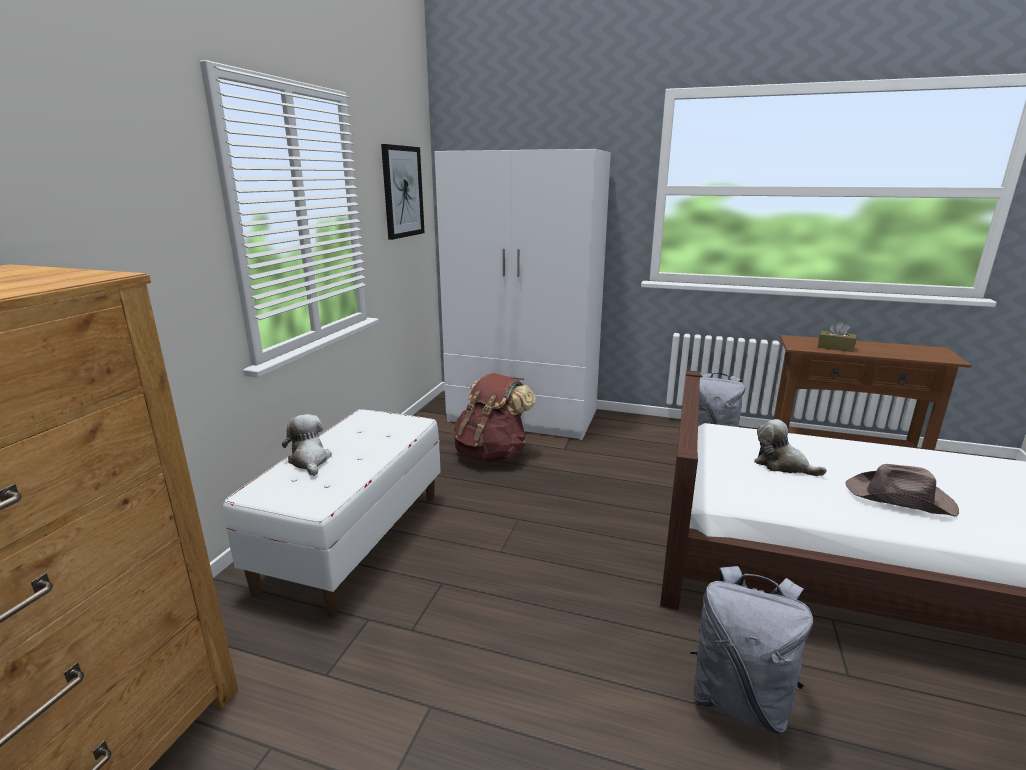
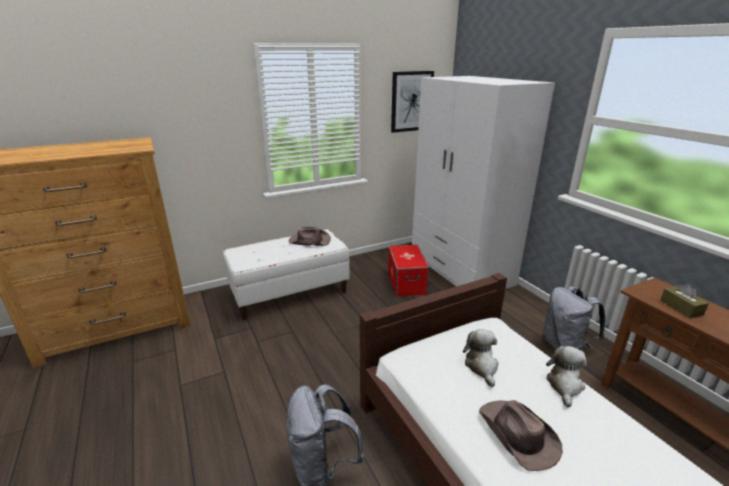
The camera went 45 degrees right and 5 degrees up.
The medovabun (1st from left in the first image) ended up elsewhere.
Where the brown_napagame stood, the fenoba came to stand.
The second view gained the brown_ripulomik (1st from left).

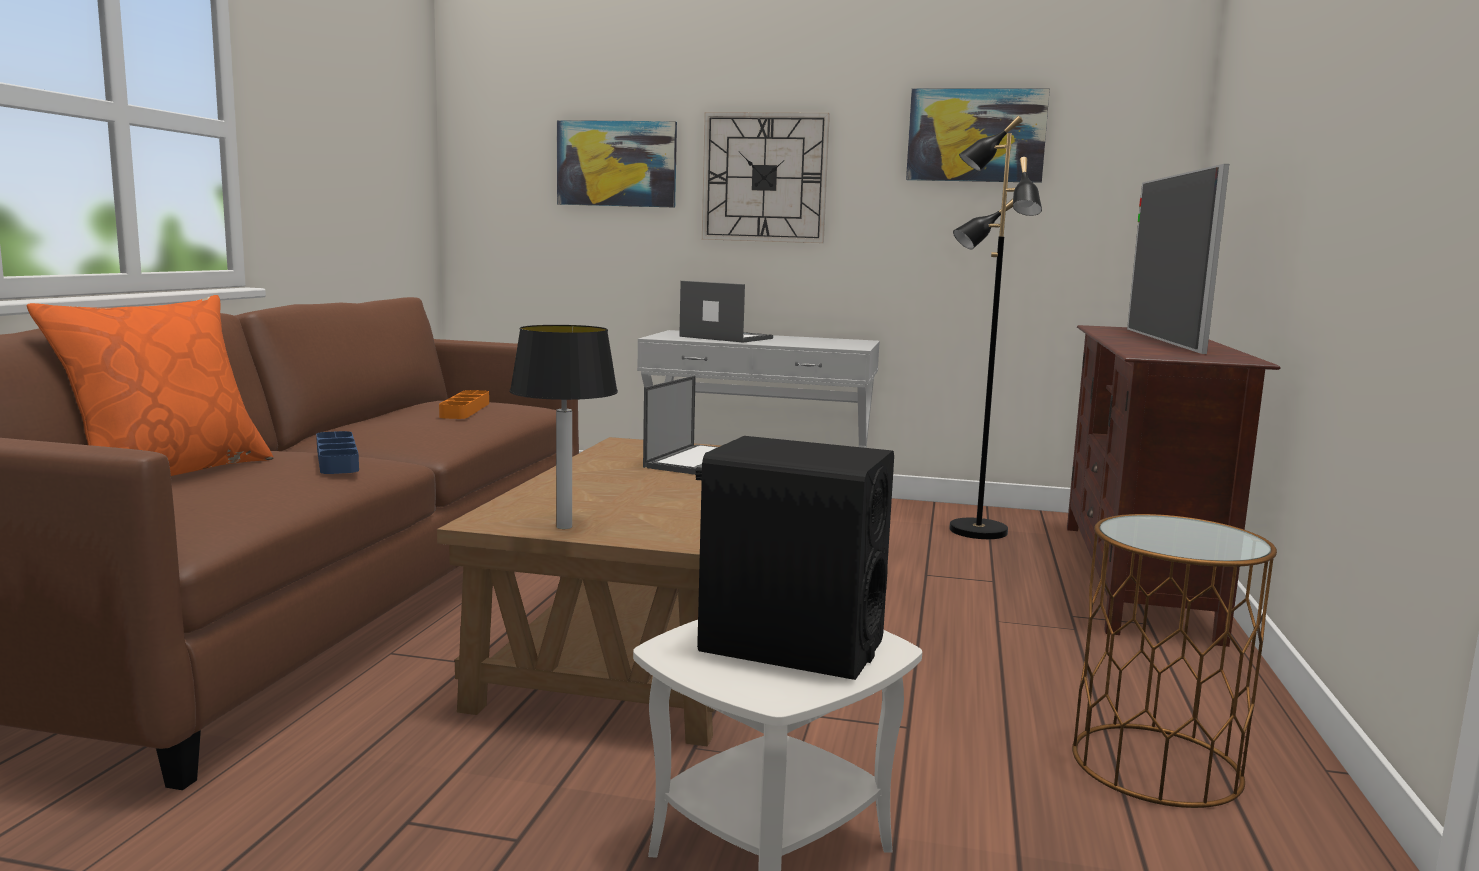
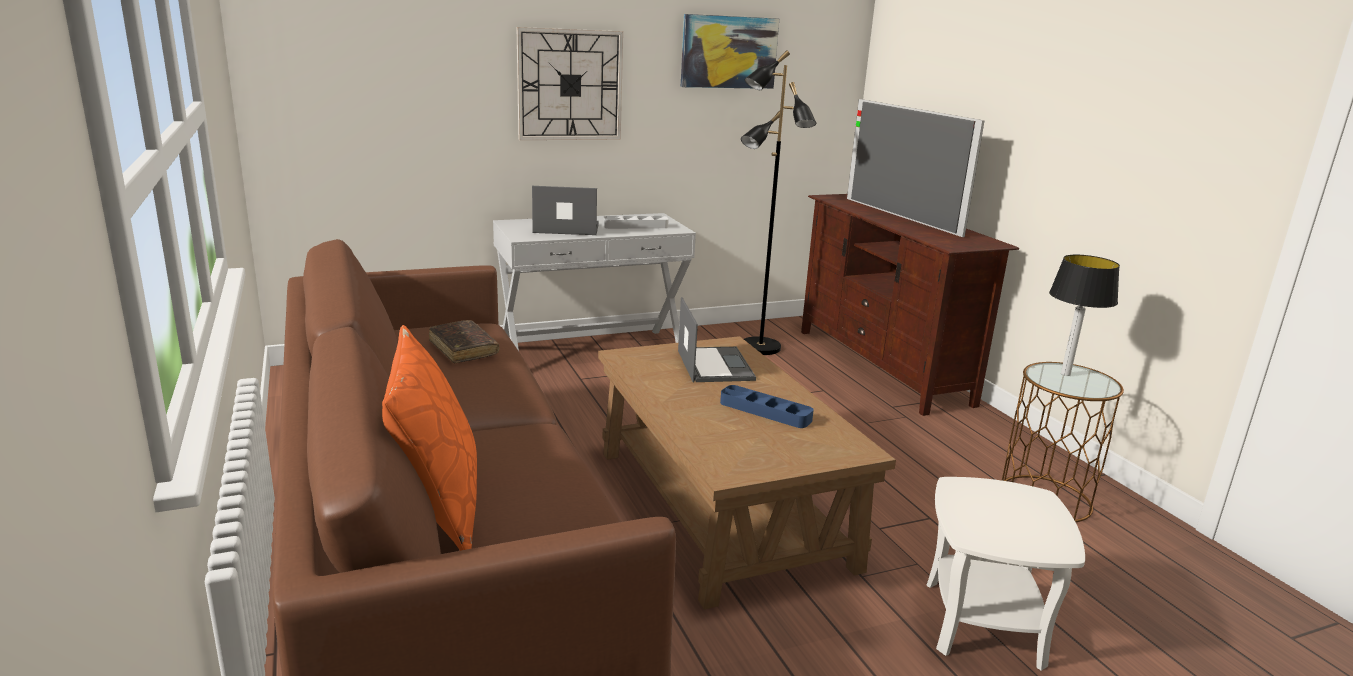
The camera went 35 degrees left and 10 degrees up.
The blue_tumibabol ended up elsewhere.
Where the orange_tumibabol stood, the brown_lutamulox came to stand.
The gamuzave ended up elsewhere.
The second view lost the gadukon (1st from left).
The second view lost the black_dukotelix.
The second view gained the grey_tumibabol.

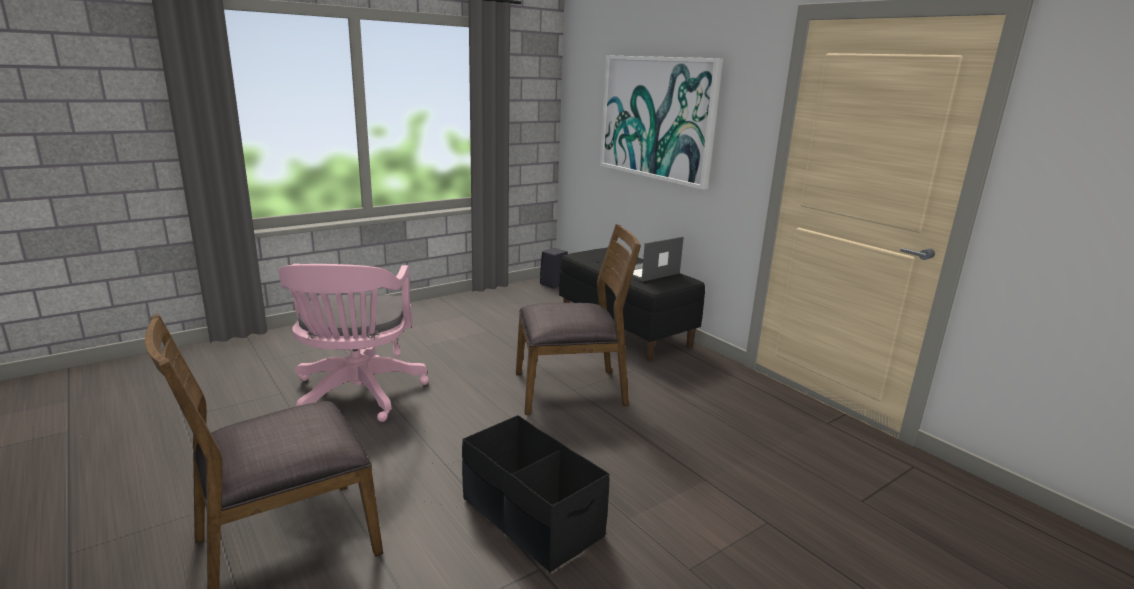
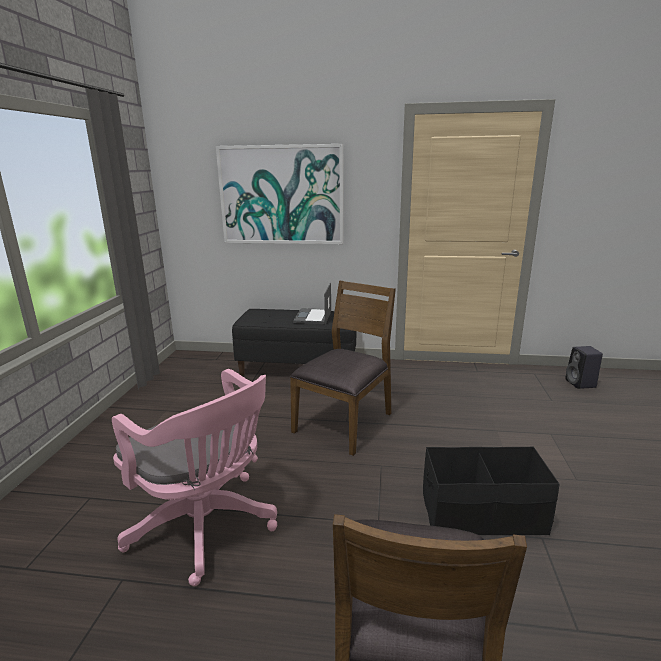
The camera went 45 degrees left and 0 degrees up.
The black_dukotelix ended up elsewhere.

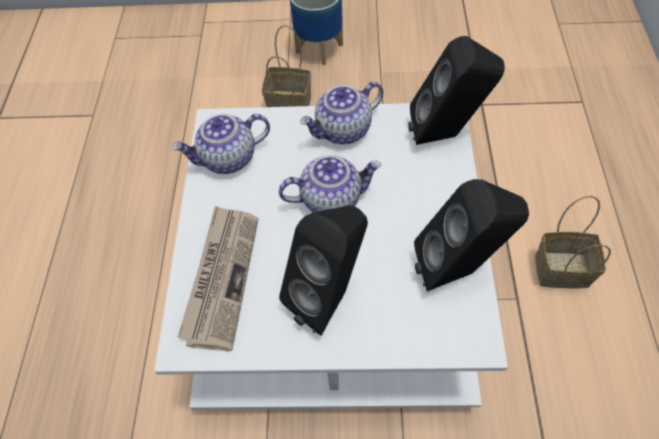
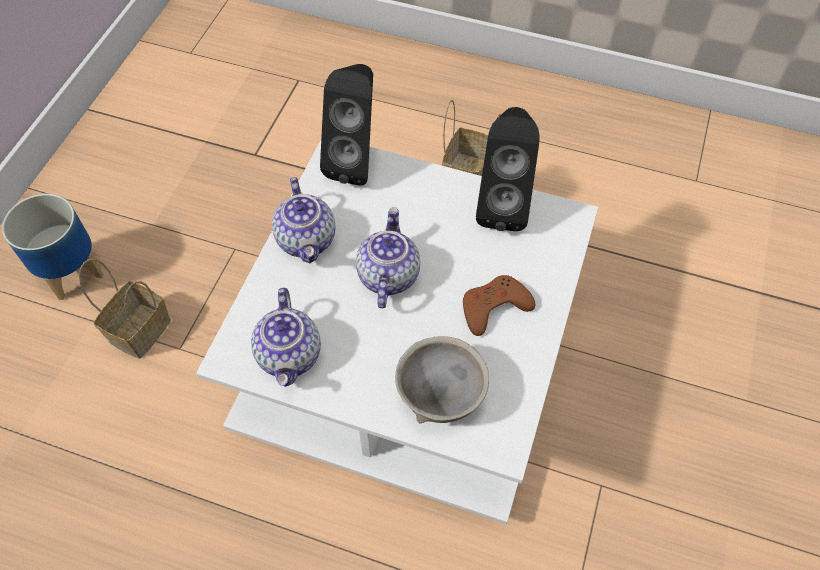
The camera went 75 degrees left and 0 degrees up.
Where the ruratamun stood, the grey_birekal came to stand.
Where the black_dukotelix (1st from left) stood, the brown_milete came to stand.

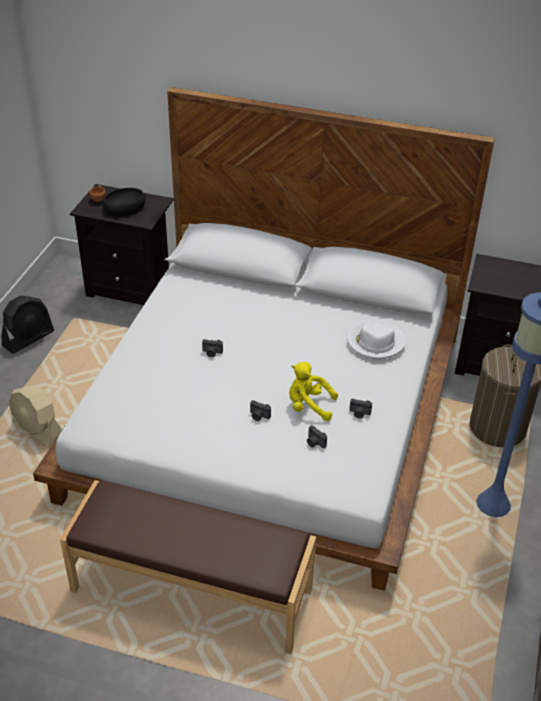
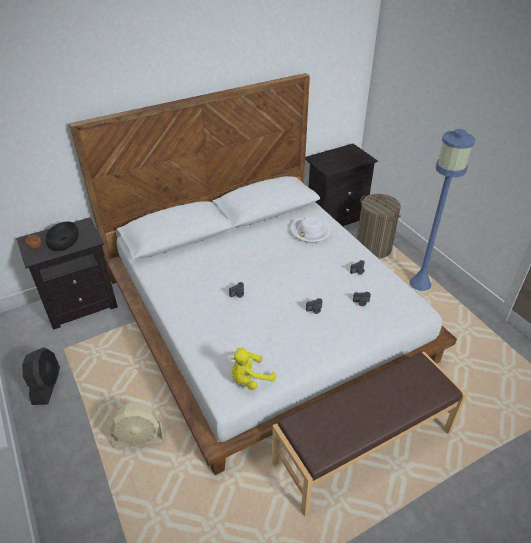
The camera went 45 degrees left and 0 degrees up.
The yellow_medovabun ended up elsewhere.

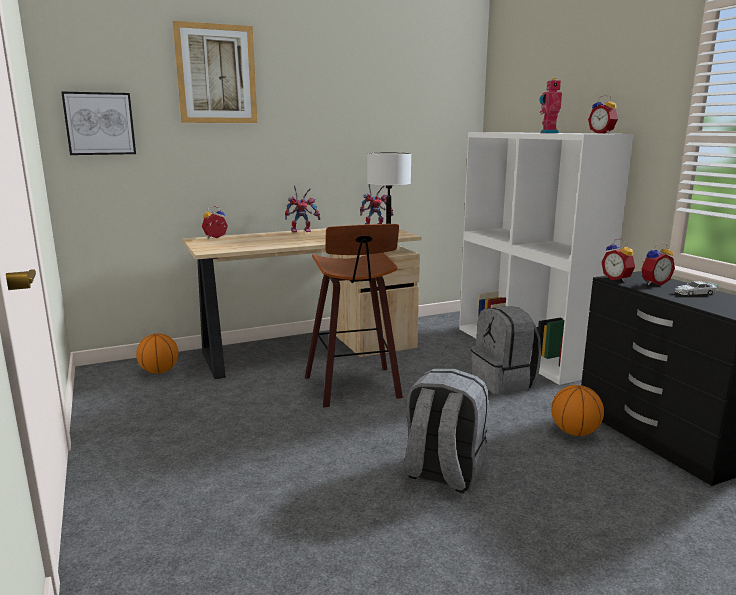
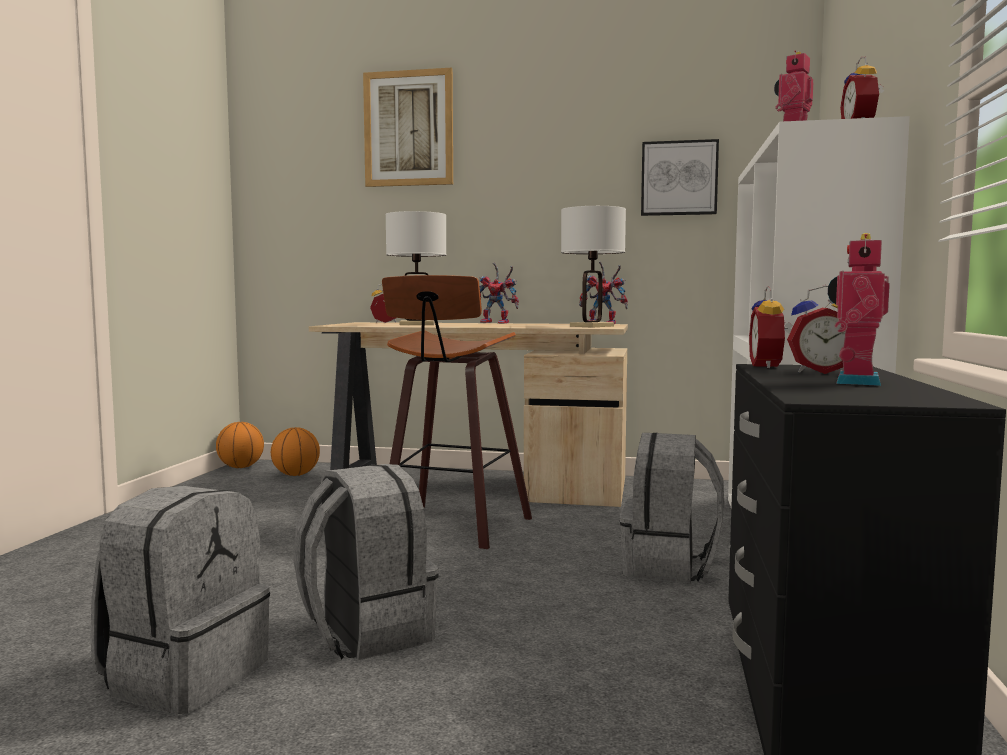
The camera went 35 degrees right and 10 degrees down.
The gadukon (1st from left in the first image) ended up elsewhere.
The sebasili (2nd from left in the first image) ended up elsewhere.
Where the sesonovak stood, the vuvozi (4th from left) came to stand.
The second view gained the grey_napagame (1st from left).
The second view gained the white_gamuzave (1st from left).

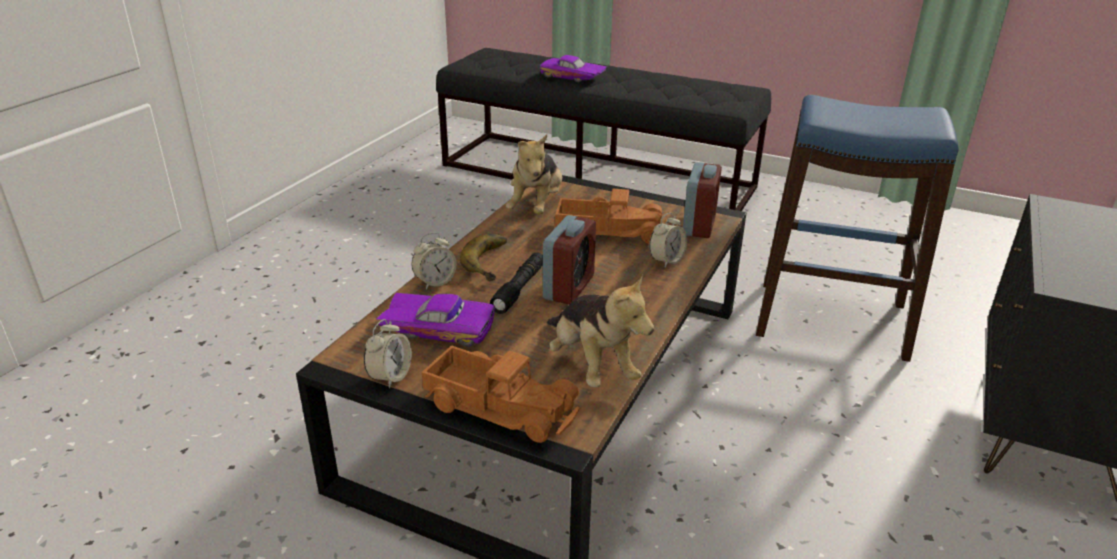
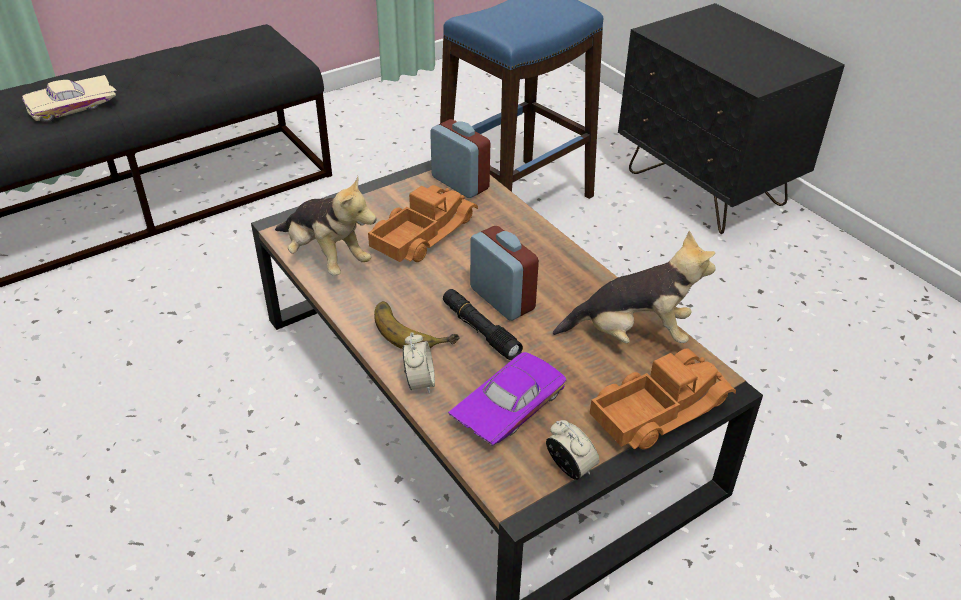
The camera went 60 degrees left and 10 degrees up.
What was the purple_sesonovak (2nd from left) turned into the beige_sesonovak.
The second view lost the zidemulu (4th from left).

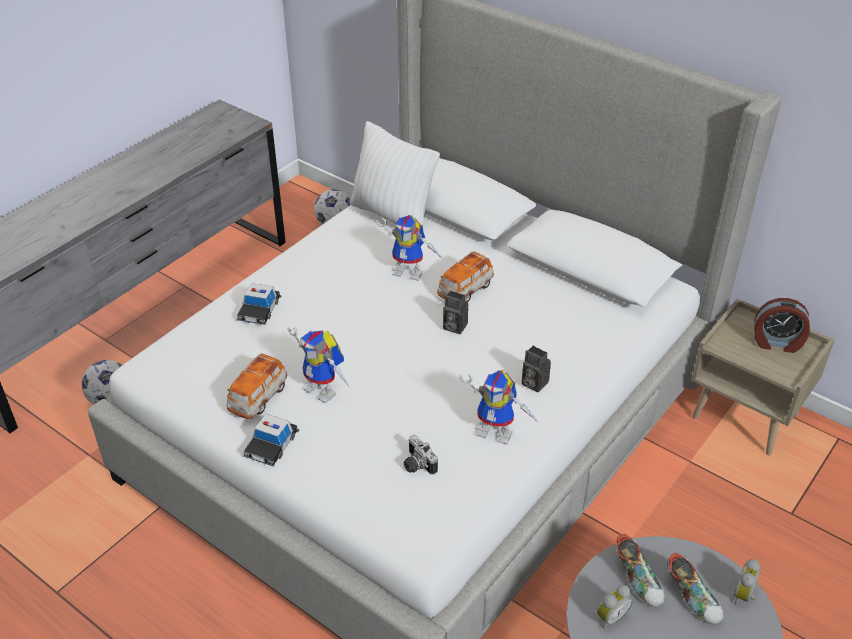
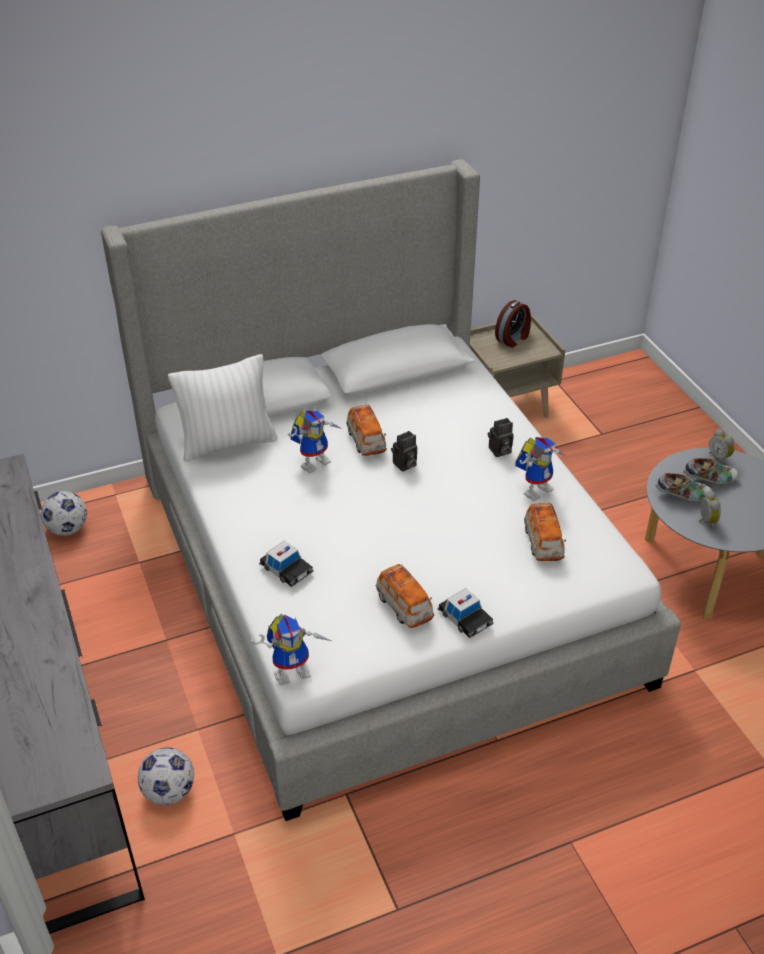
The camera went 60 degrees left and 0 degrees up.
The vuvozi (1st from left) ended up elsewhere.
Where the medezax (1st from left) stood, the sesonovak (5th from left) came to stand.

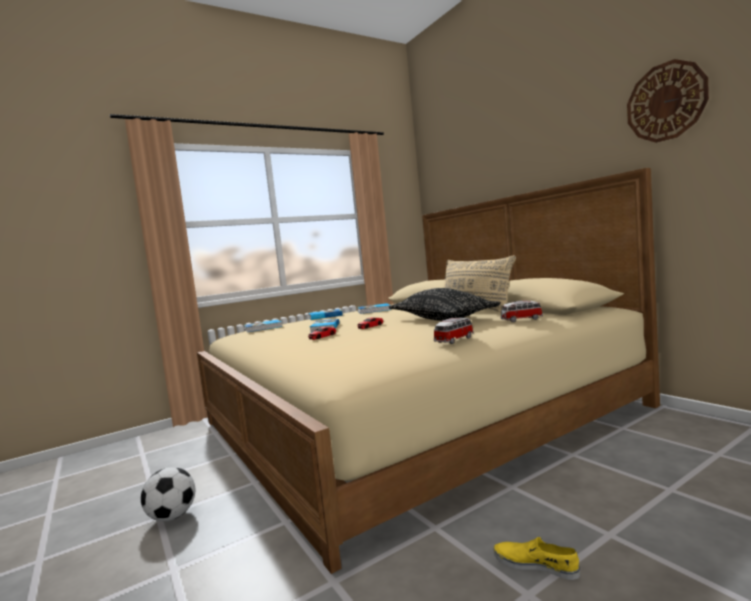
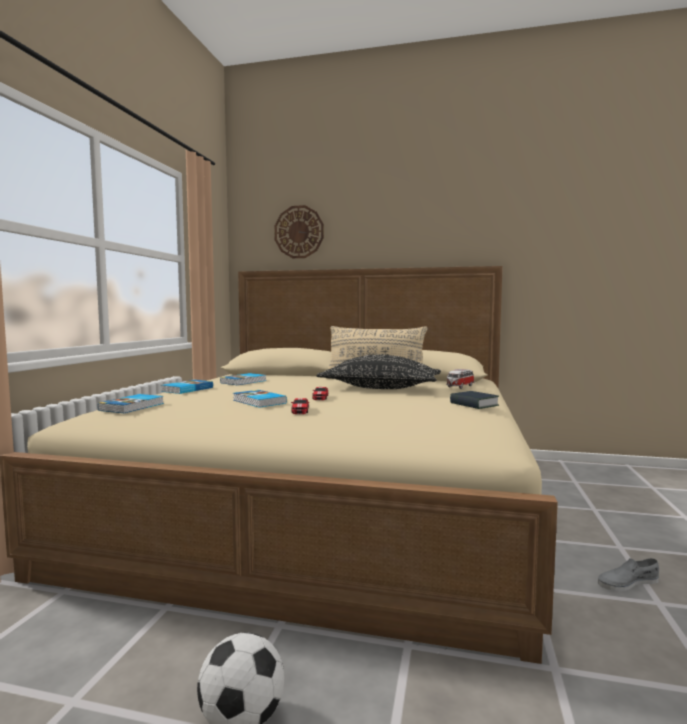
The camera went 45 degrees left and 0 degrees up.
Where the sesonovak (3rd from left) stood, the lutamulox (5th from left) came to stand.
What was the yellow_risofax turned into the grey_risofax.
The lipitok ended up elsewhere.

